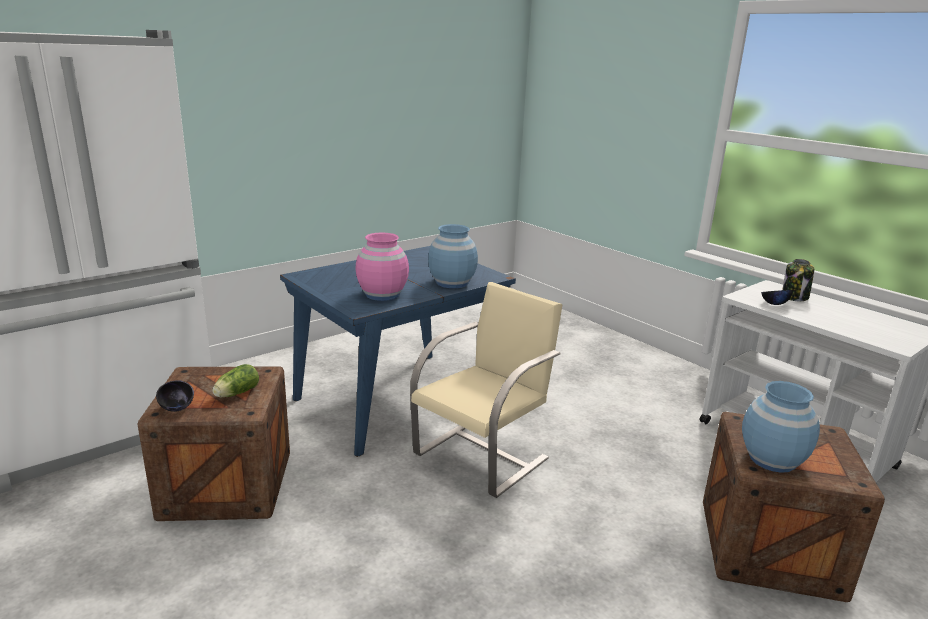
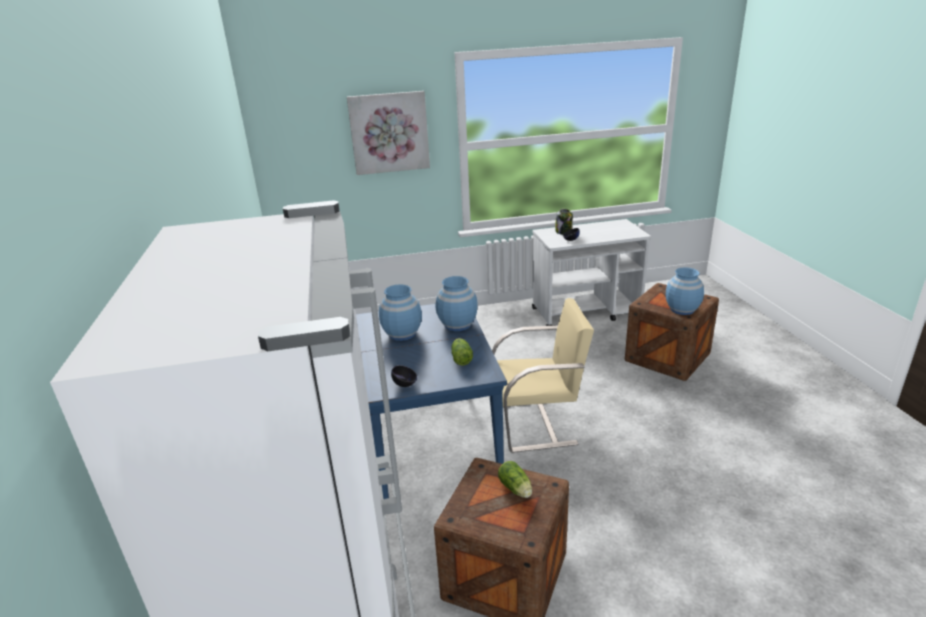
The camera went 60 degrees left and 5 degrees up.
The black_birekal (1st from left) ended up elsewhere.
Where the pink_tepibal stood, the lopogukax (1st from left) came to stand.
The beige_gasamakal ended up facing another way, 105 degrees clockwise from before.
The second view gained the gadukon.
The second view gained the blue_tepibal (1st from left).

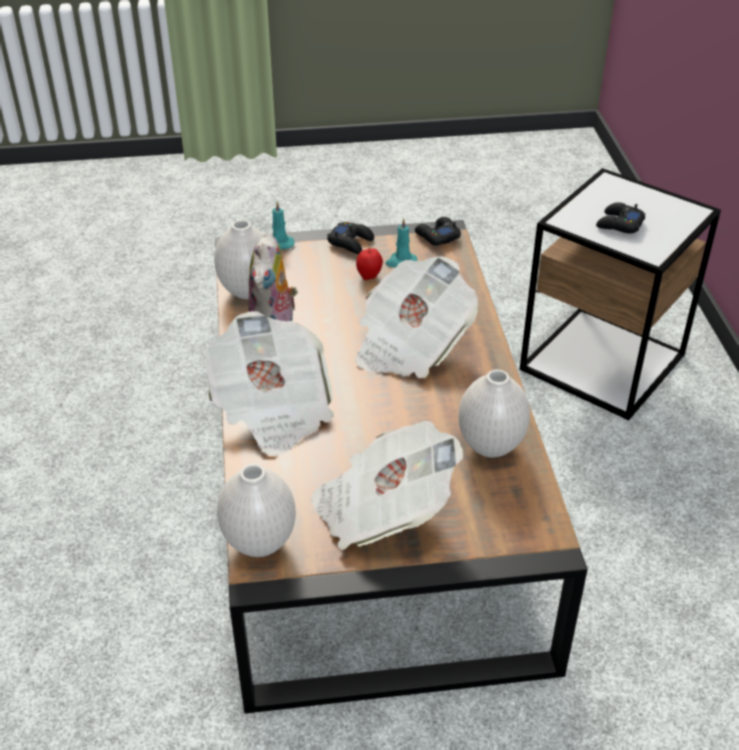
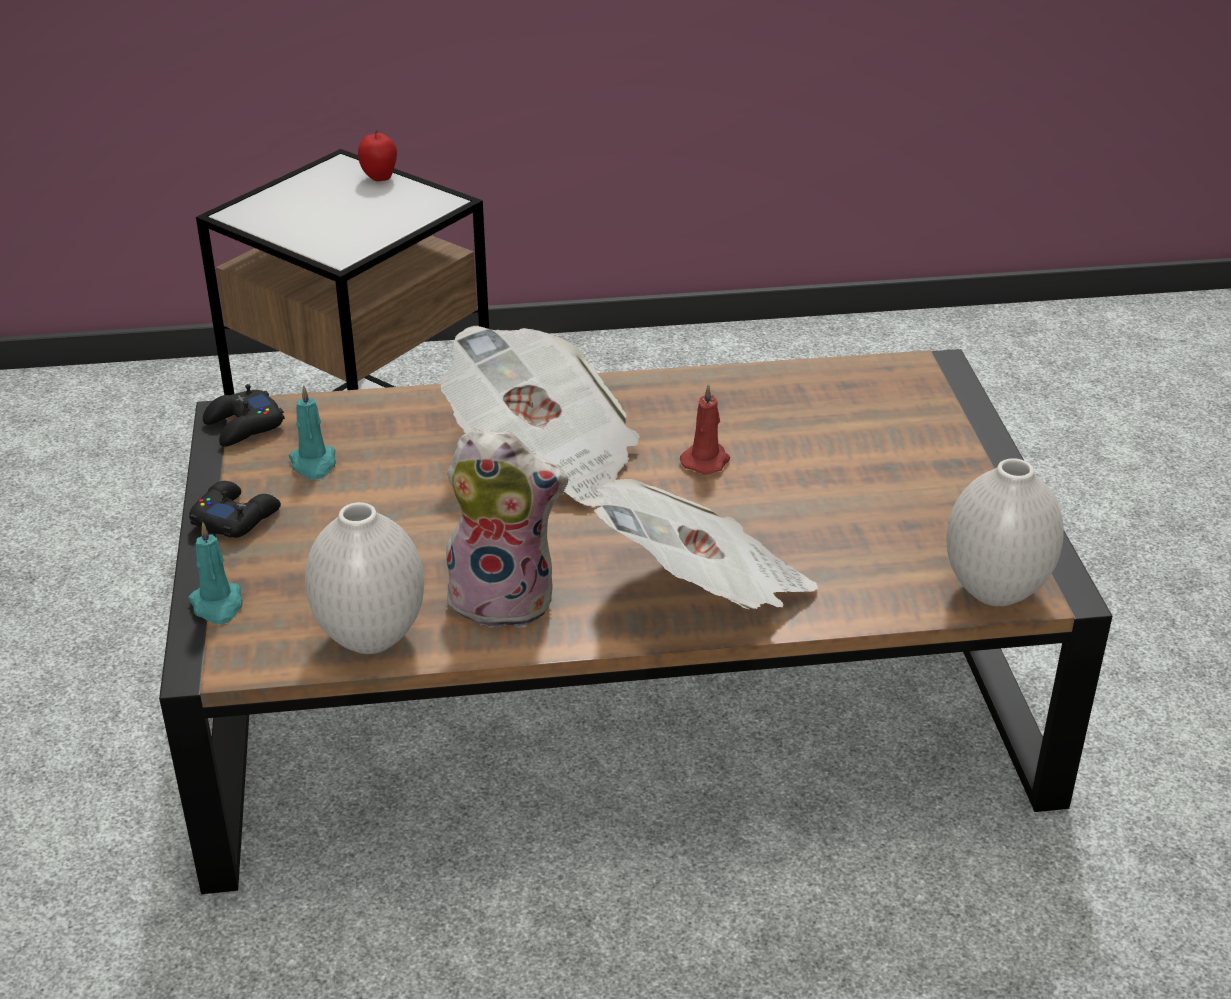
The camera went 90 degrees left and 5 degrees down.
The second view lost the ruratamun (2nd from left).
The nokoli ended up elsewhere.
The second view lost the white_tepibal (3rd from left).
The second view lost the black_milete (3rd from left).
The second view gained the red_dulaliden.

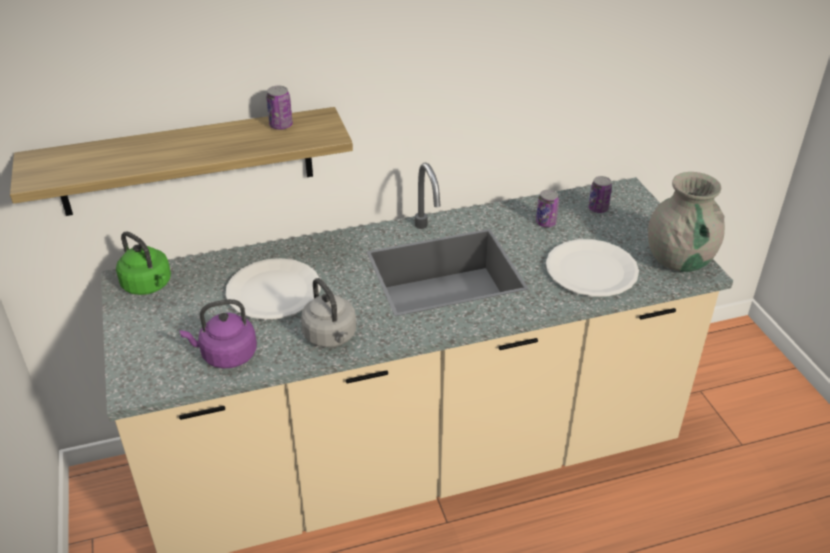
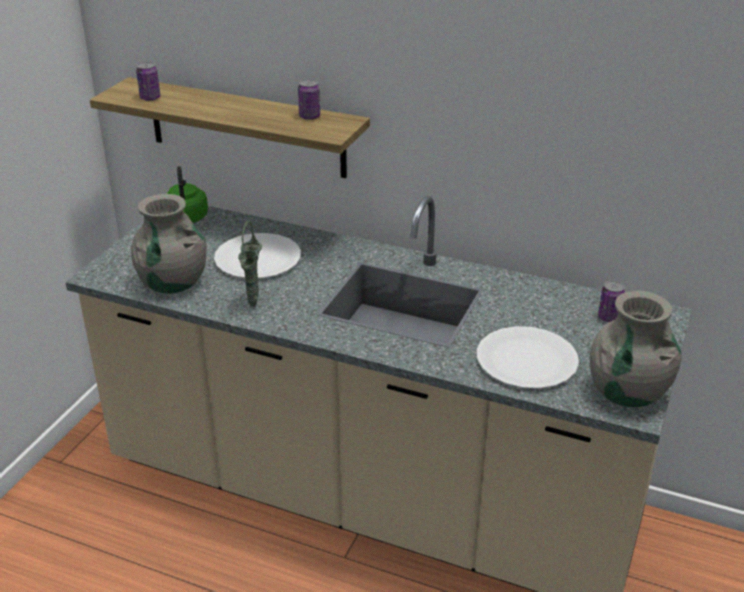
The camera went 40 degrees right and 5 degrees down.
Where the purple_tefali stood, the grey_tepibal (1st from left) came to stand.
Where the grey_tefali stood, the green_tepibal came to stand.
The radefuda (2nd from left in the first image) ended up elsewhere.

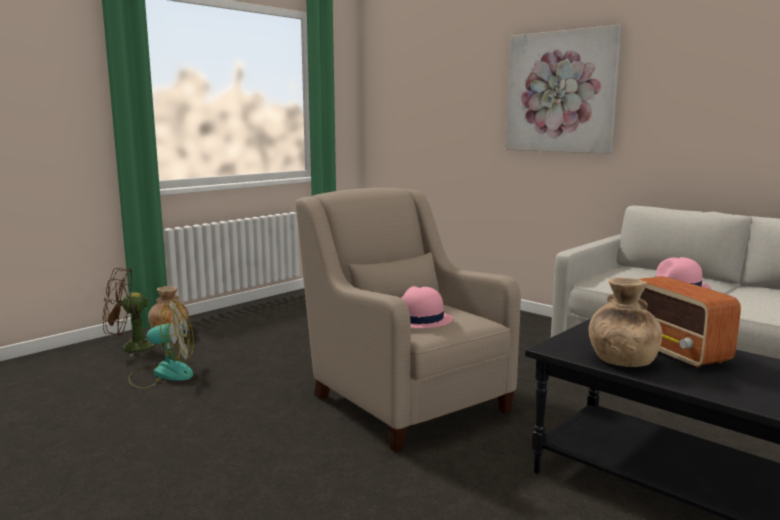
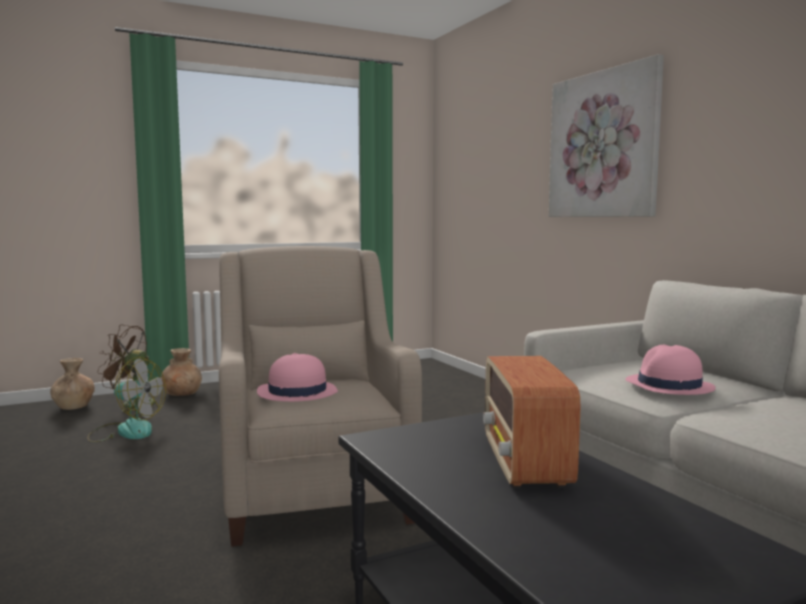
The camera went 20 degrees right and 5 degrees down.
The brown_tepibal (2nd from left in the first image) ended up elsewhere.

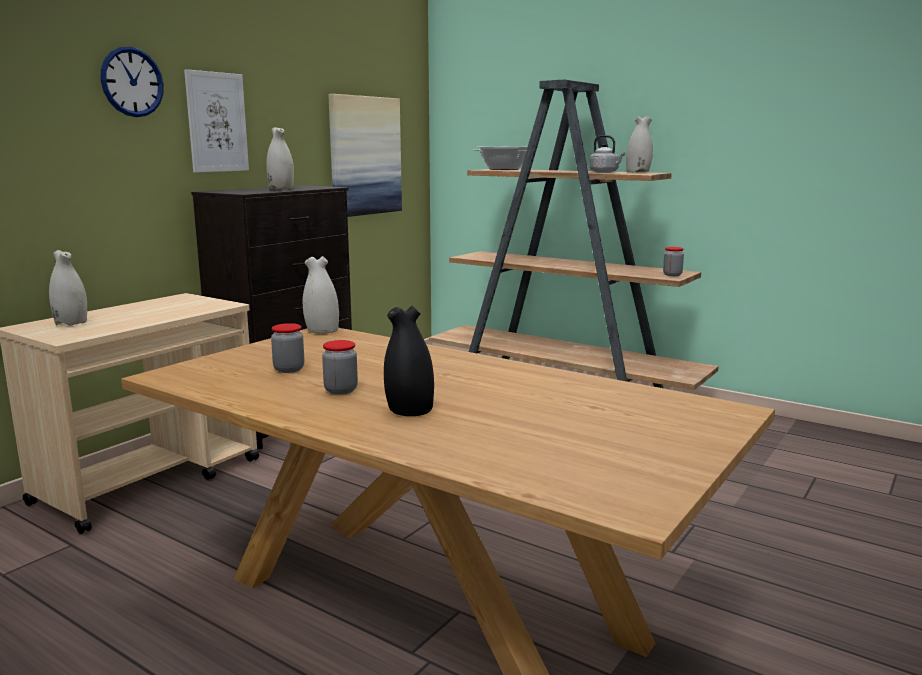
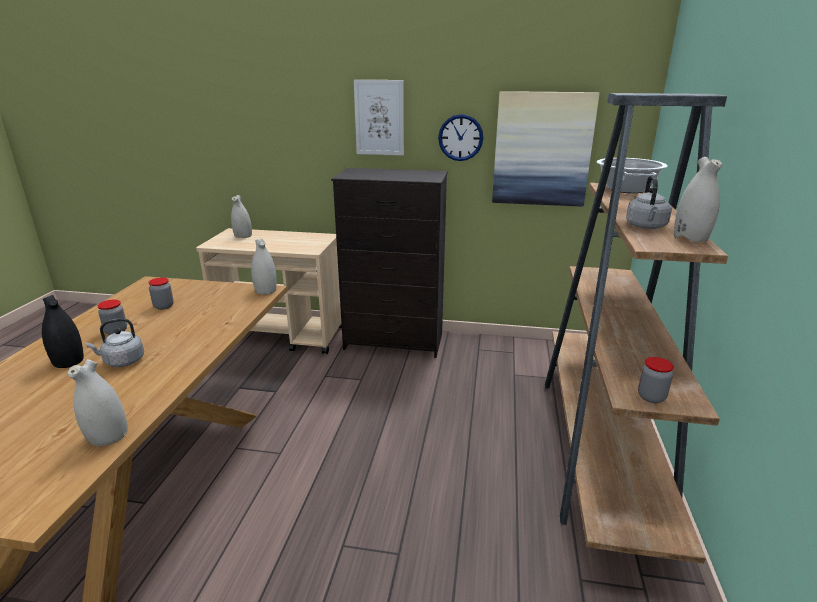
The camera went 65 degrees right and 10 degrees up.
The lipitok ended up elsewhere.
The white_tepibal (2nd from left in the first image) ended up elsewhere.
The second view gained the grey_tefali (1st from left).

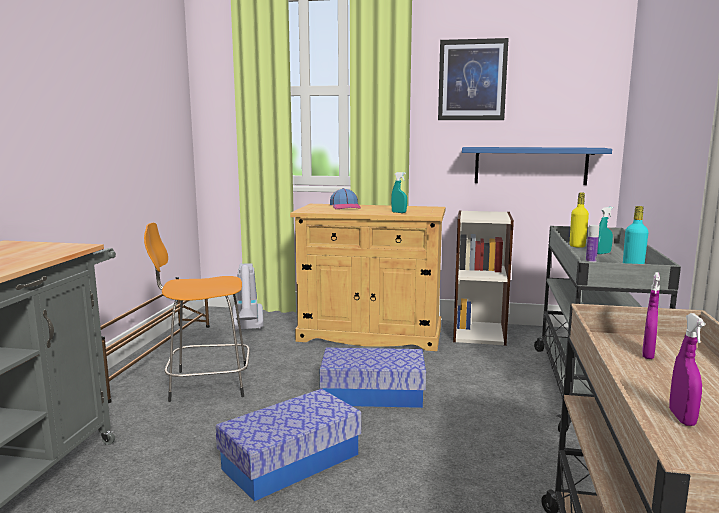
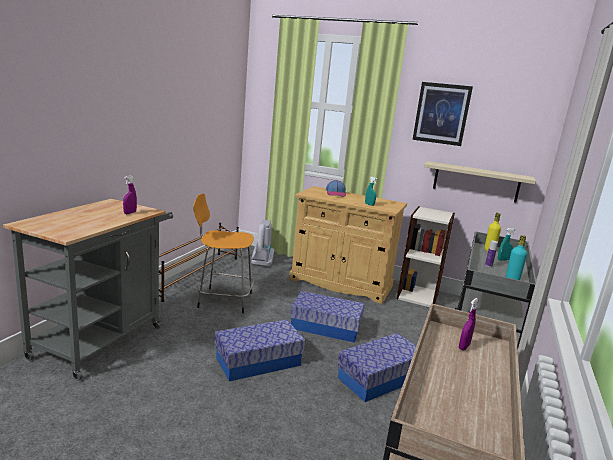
The camera went 10 degrees right and 5 degrees up.
What was the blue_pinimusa turned into the beige_pinimusa.
The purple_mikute (2nd from left in the first image) ended up elsewhere.
The second view gained the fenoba (3rd from left).

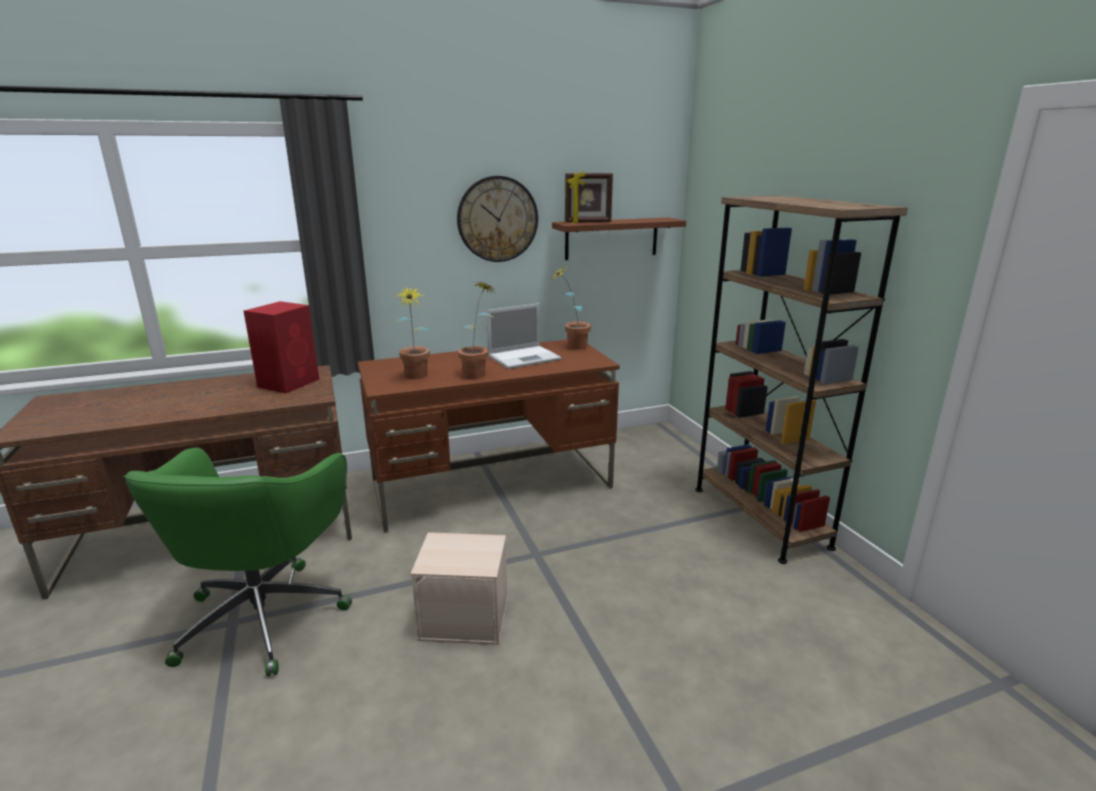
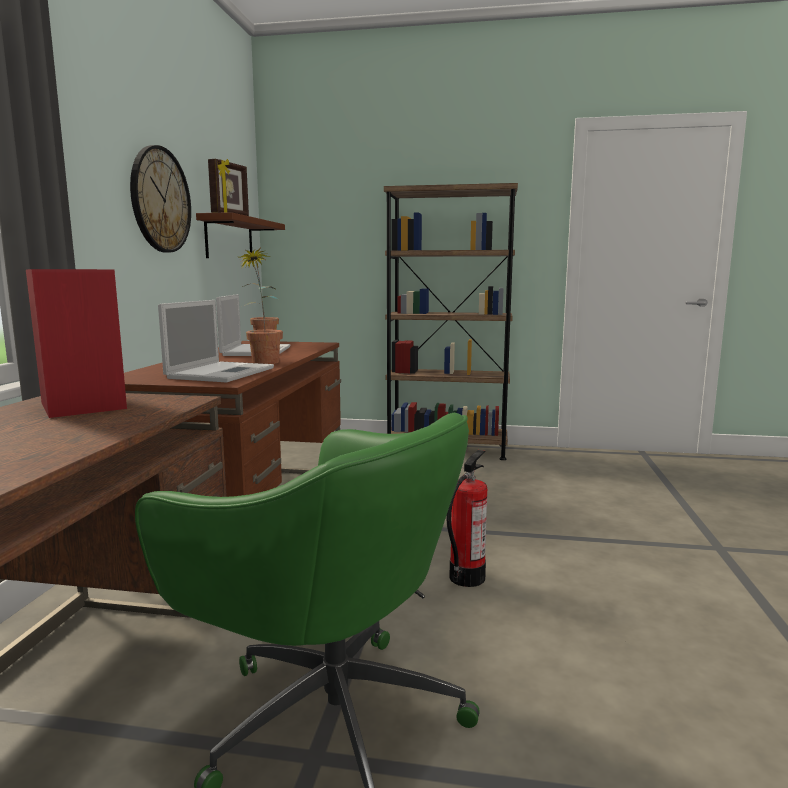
The camera went 60 degrees left and 10 degrees down.
Where the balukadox (1st from left) stood, the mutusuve (1st from left) came to stand.
Where the beige_fenoba stood, the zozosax came to stand.

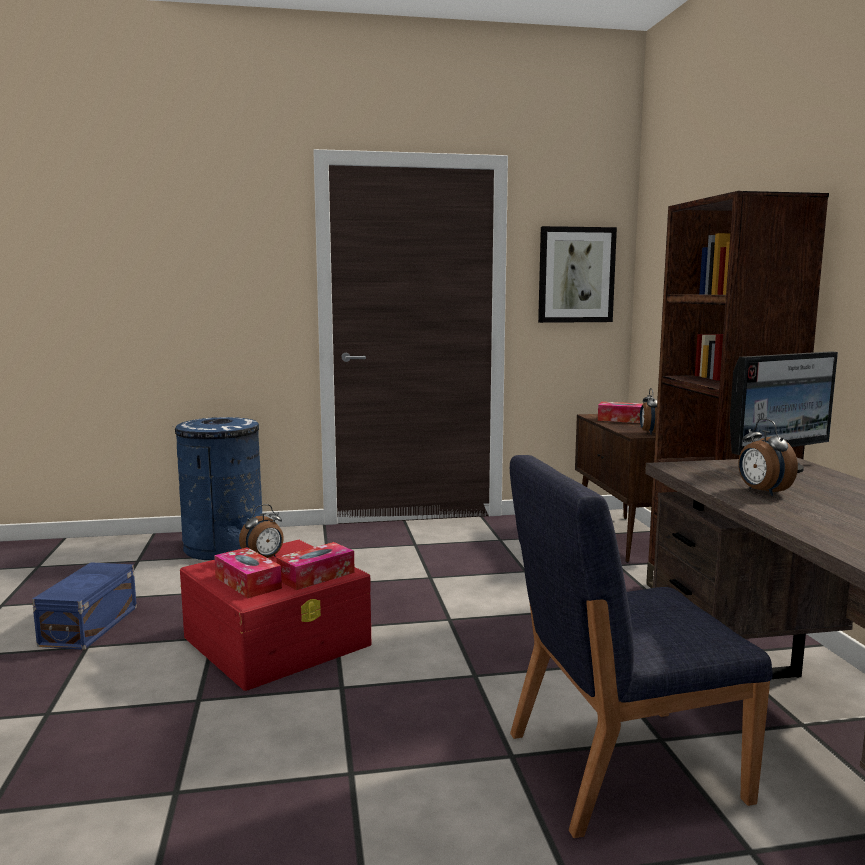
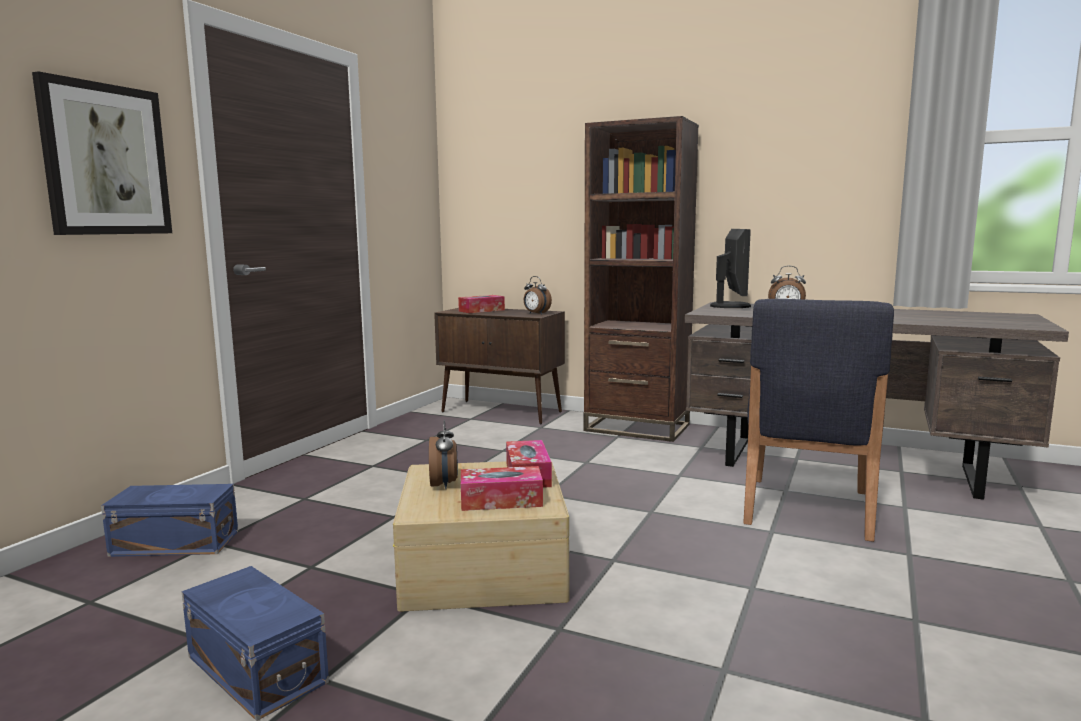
The camera went 55 degrees left and 0 degrees up.
Where the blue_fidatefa stood, the blue_fenoba (1st from left) came to stand.
What was the red_fenoba turned into the beige_fenoba.
The gadukon ended up elsewhere.

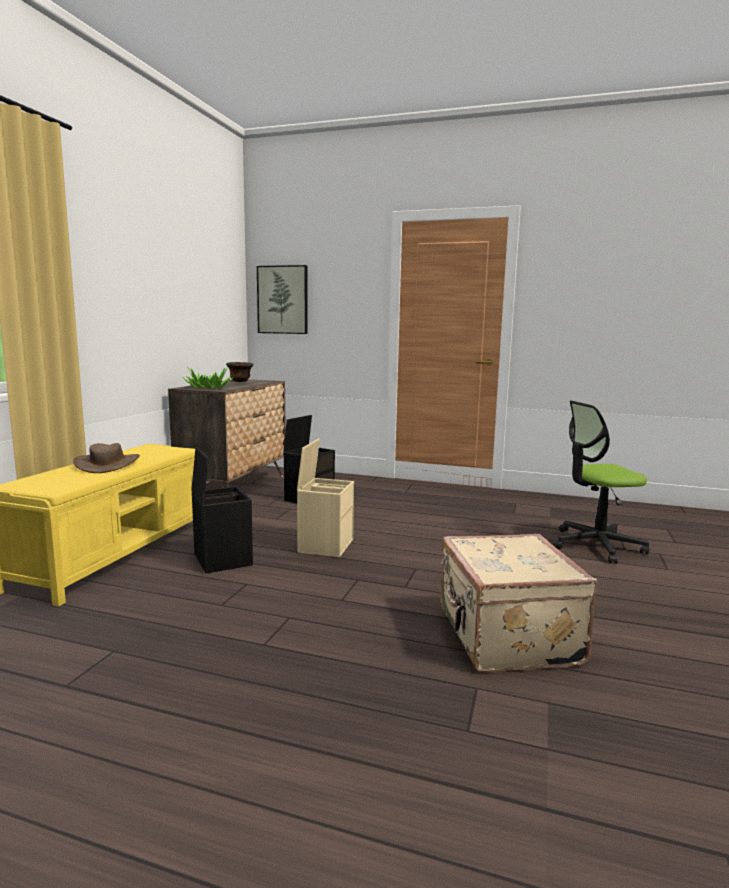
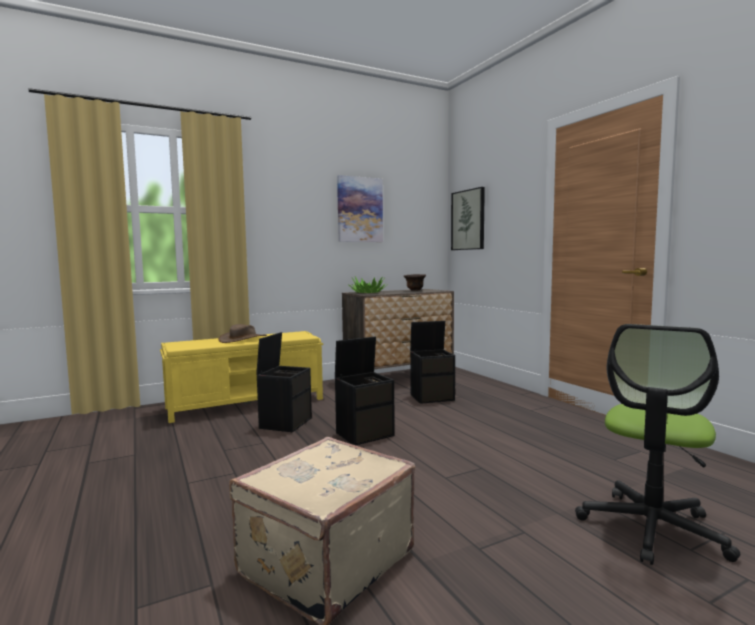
The camera went 45 degrees right and 5 degrees down.
What was the beige_fenoba turned into the black_fenoba (2nd from left).
The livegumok ended up facing another way, 90 degrees counterclockwise from before.
The second view gained the gadukon (1st from left).

